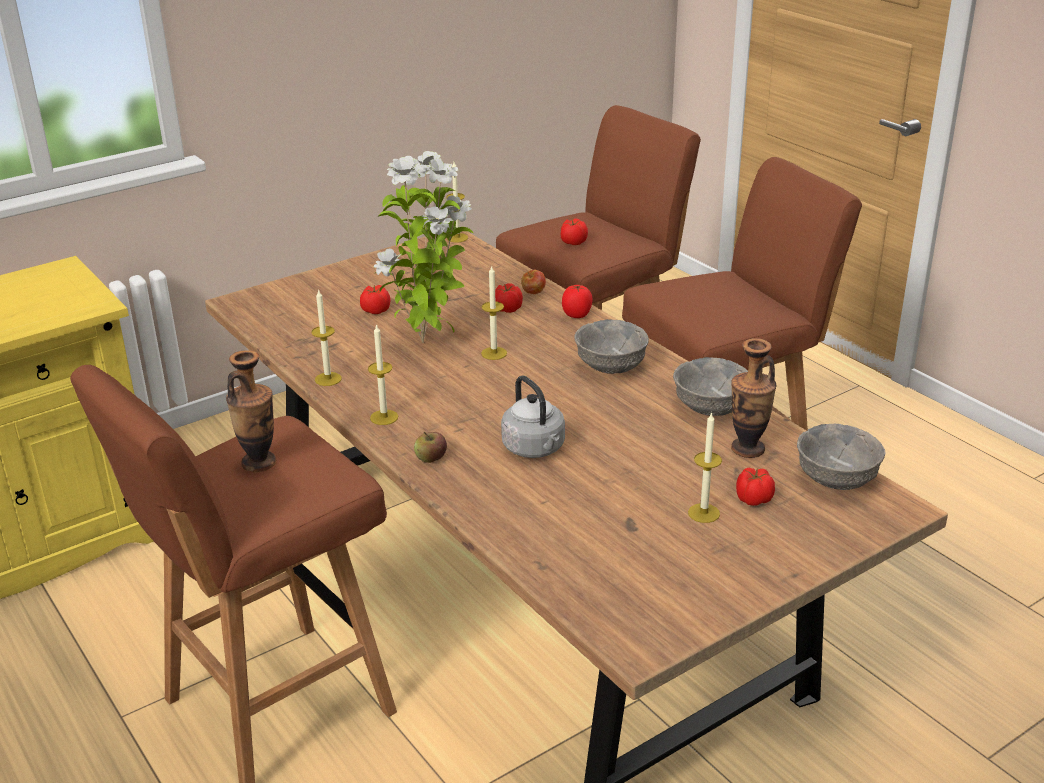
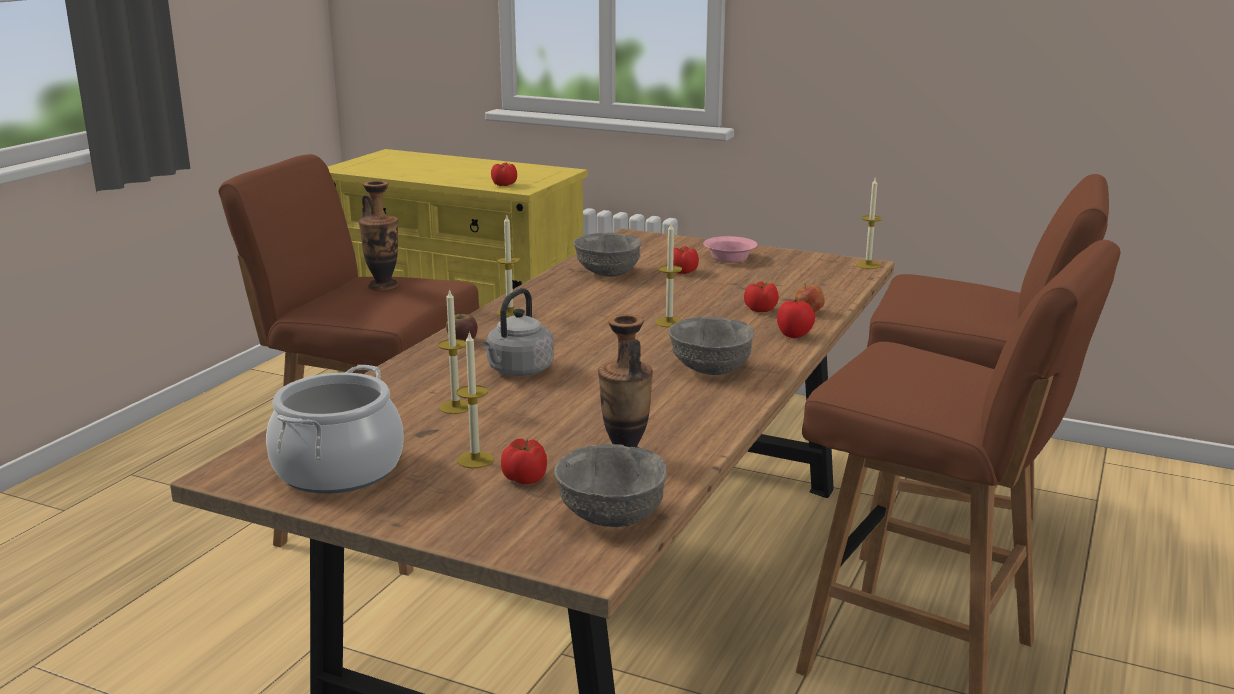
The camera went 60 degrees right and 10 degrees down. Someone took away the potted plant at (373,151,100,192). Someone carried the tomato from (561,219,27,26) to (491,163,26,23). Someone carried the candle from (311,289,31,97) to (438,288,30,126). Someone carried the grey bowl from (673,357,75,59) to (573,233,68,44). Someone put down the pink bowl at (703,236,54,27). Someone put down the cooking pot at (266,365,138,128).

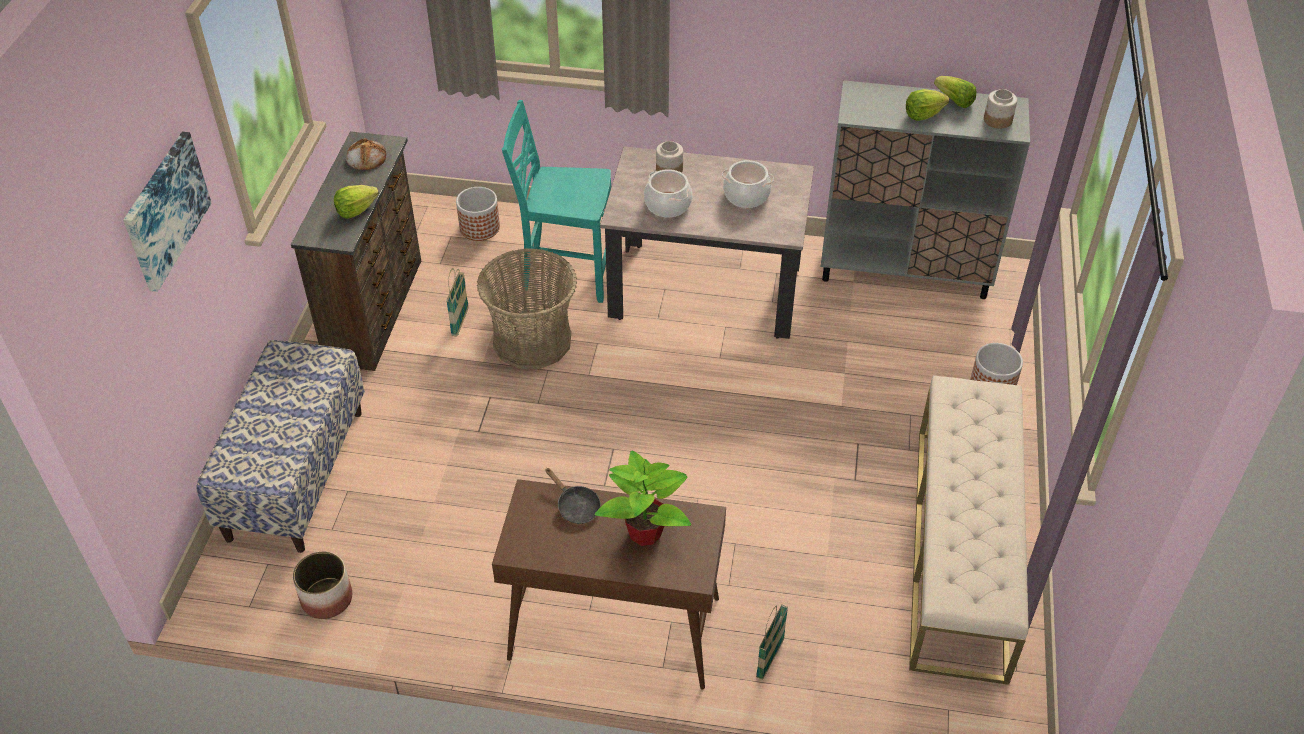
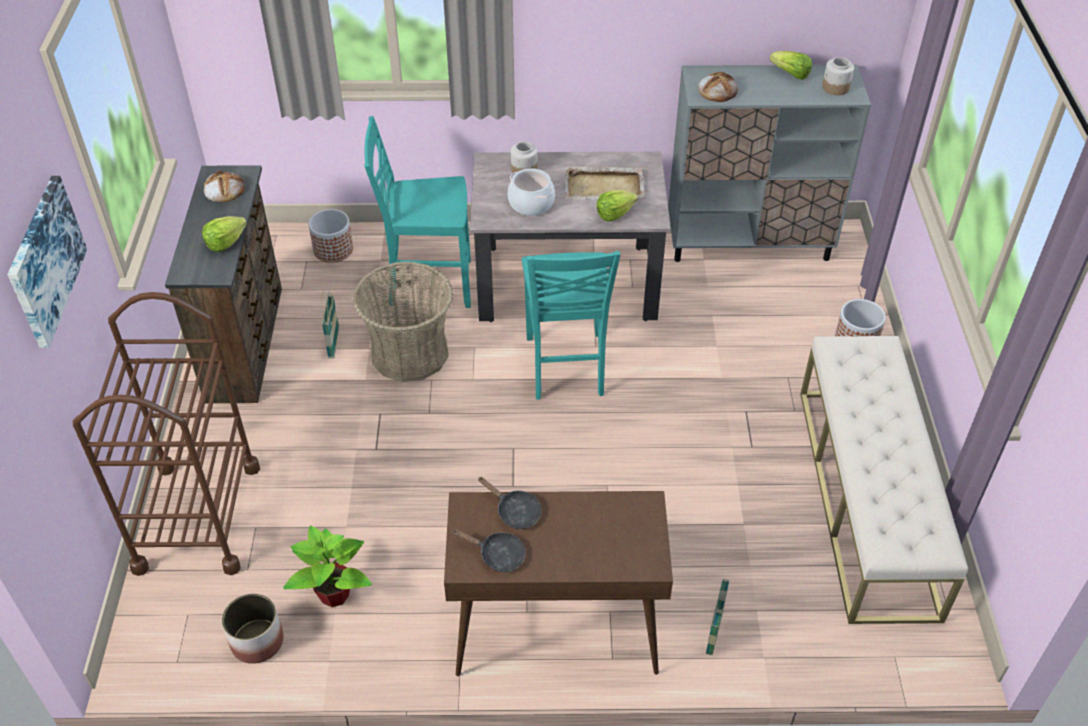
The camera went 10 degrees left and 0 degrees up. Someone carried the lettuce from (906,89,43,32) to (597,190,41,31). Someone swapped the cooking pot at (722,160,52,48) for the beige tray at (565,167,80,32). Someone swapped the bench at (196,340,169,213) for the brown cart at (73,292,187,284). Someone carried the potted plant from (595,450,96,96) to (283,526,89,81). Someone put down the bread at (698,72,40,30). Someone put down the turquoise chair at (522,251,99,149). Someone put down the black frying pan at (451,529,75,43).

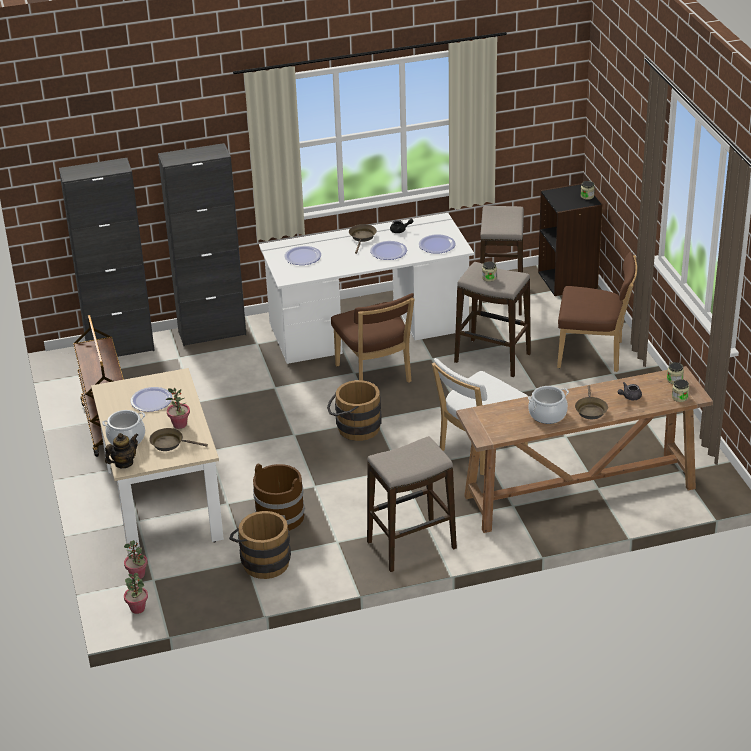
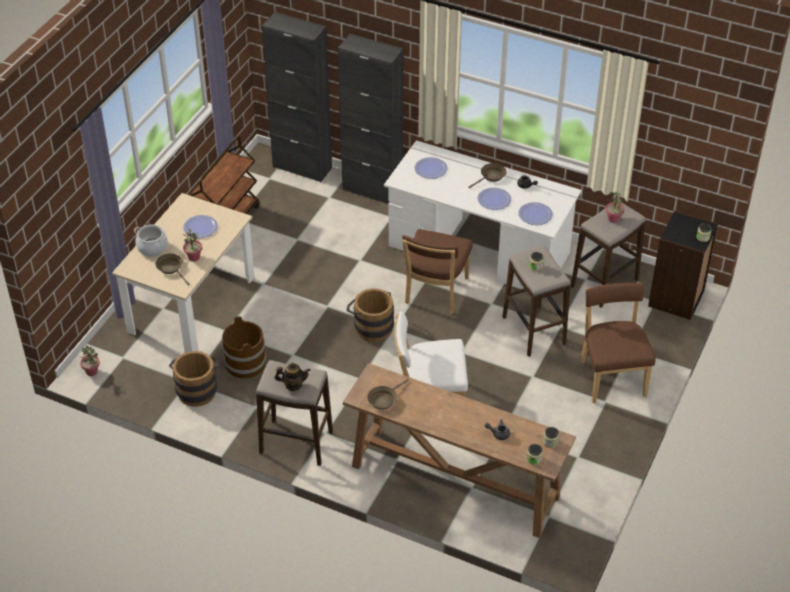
The camera went 40 degrees right and 10 degrees up. Someone rotated the brown chair at (557,252,80,120) by 150 degrees counterclockwise. Someone carried the brown frying pan from (575,385,33,34) to (367,379,42,31). Someone took away the cooking pot at (528,386,41,38). Someone carried the teapot from (105,433,33,35) to (275,363,35,28). Someone carried the potted plant from (124,540,24,39) to (605,192,19,31).

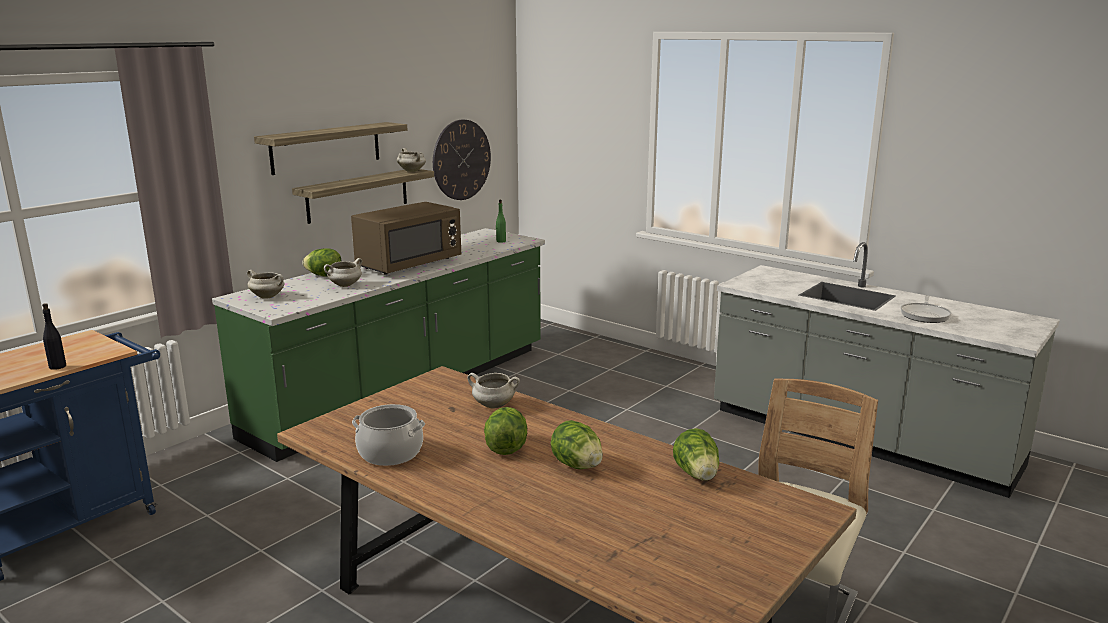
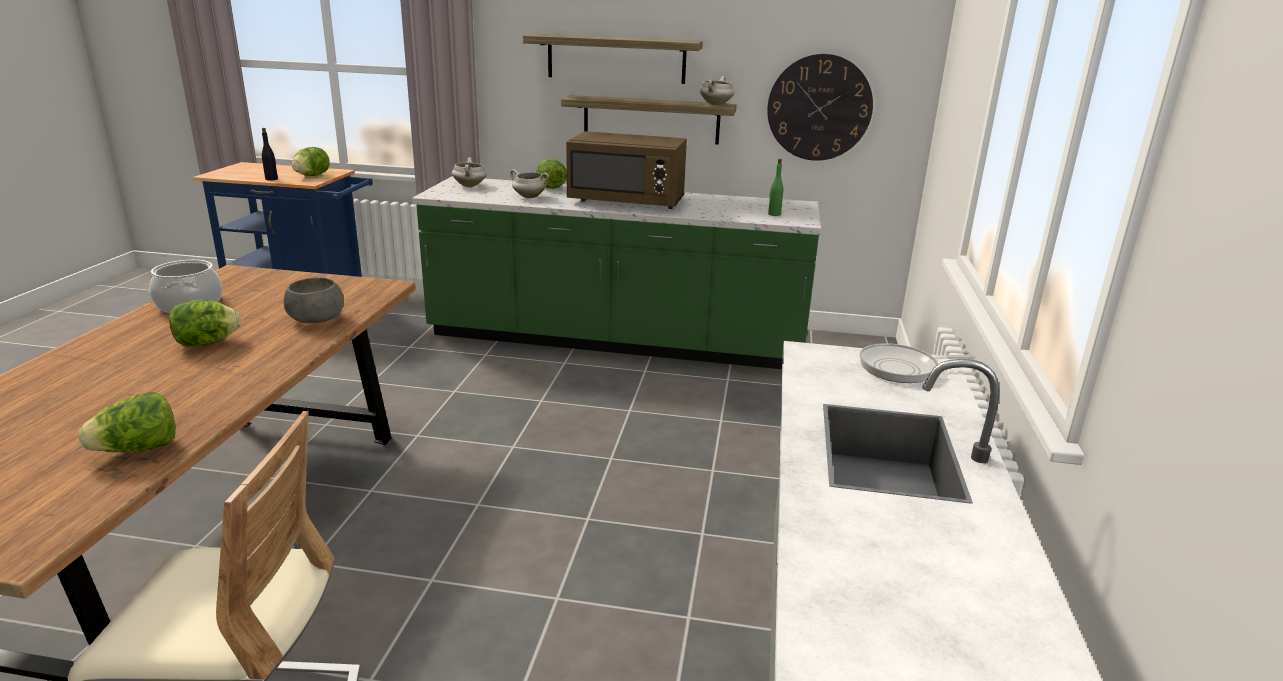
The camera went 60 degrees right and 5 degrees up. Someone carried the frying pan from (901,295,51,28) to (859,343,117,40). Someone swapped the white cooking pot at (468,373,52,36) for the grey bowl at (284,277,60,46). Someone carried the lettuce from (551,420,52,49) to (292,147,38,29).

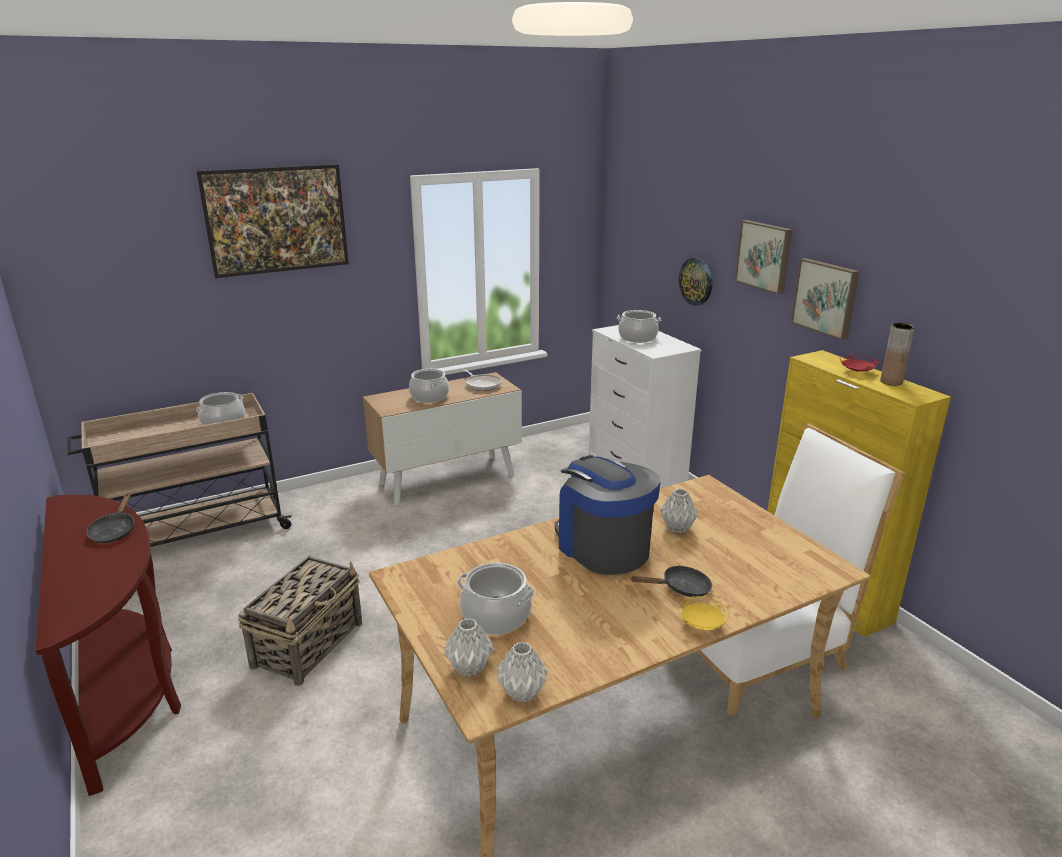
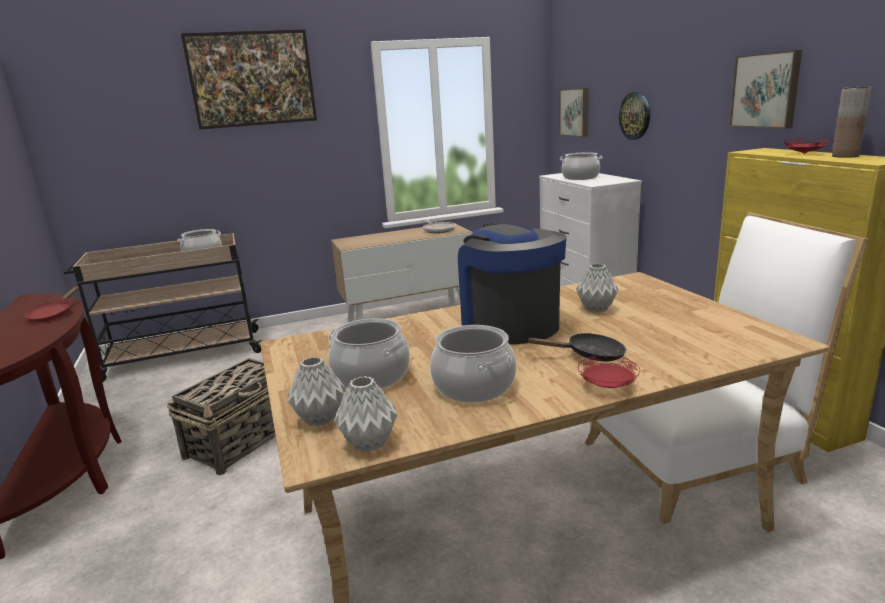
The camera went 10 degrees right and 5 degrees down. Someone carried the picture from (735,220,57,74) to (559,88,30,49). Someone carried the cooking pot from (409,369,40,34) to (430,325,86,77). Someone repainted the black frying pan at (87,493,47,50), which became the red frying pan at (25,286,54,36). Someone repainted the yellow plate at (678,596,51,34), which became the red plate at (578,355,62,33).

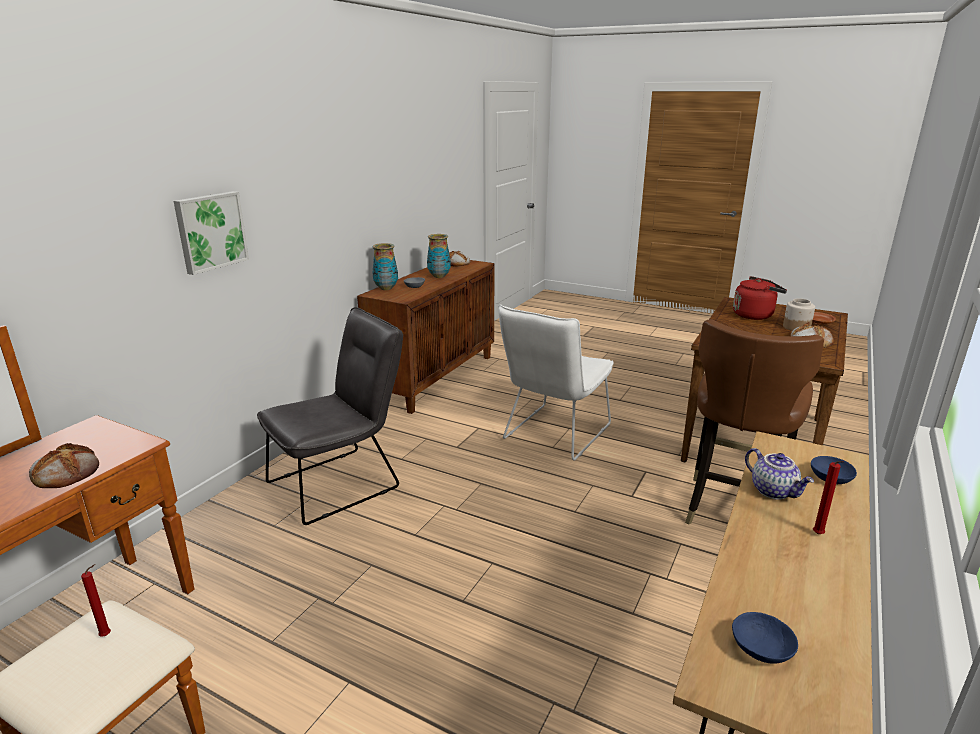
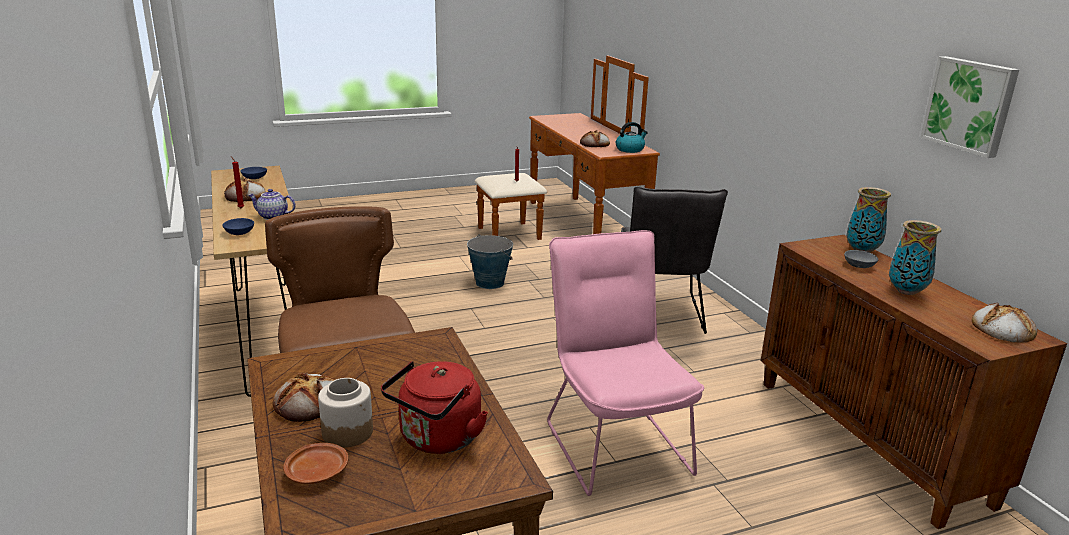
The camera went 130 degrees right and 0 degrees up. Someone carried the picture from (174,191,75,84) to (920,56,99,102). Someone repainted the white chair at (498,305,116,156), which became the pink chair at (547,230,157,266). Someone put down the kettle at (616,122,32,31). Someone put down the bread at (224,178,42,24). Someone put down the bucket at (467,235,46,54).

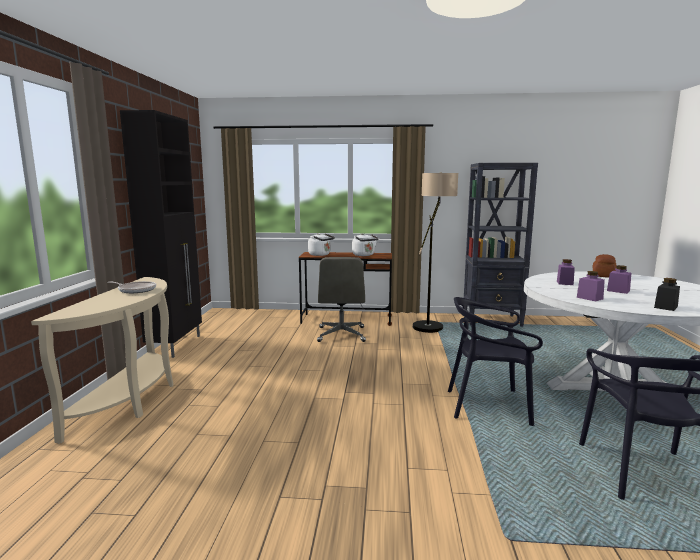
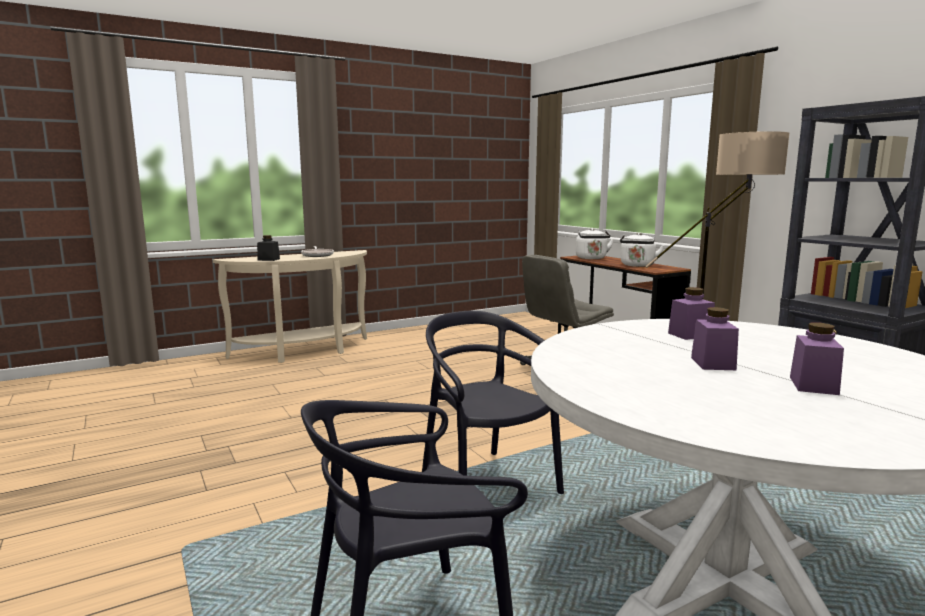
The camera went 55 degrees right and 0 degrees up. Someone took away the black cabinet at (120,110,82,248). Someone took away the bread at (593,254,24,23). Someone carried the purple jar from (577,271,28,30) to (790,322,54,73). Someone carried the black jar from (654,278,26,33) to (257,235,23,26).

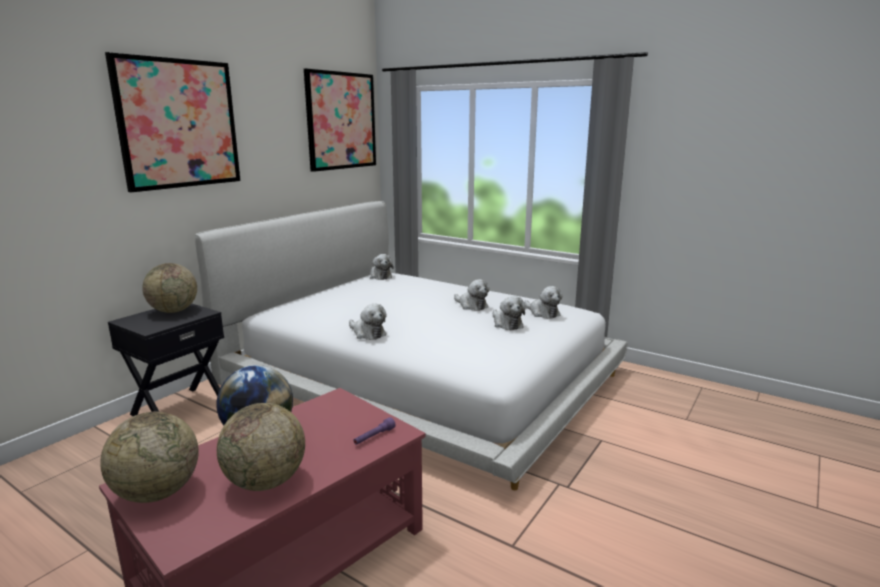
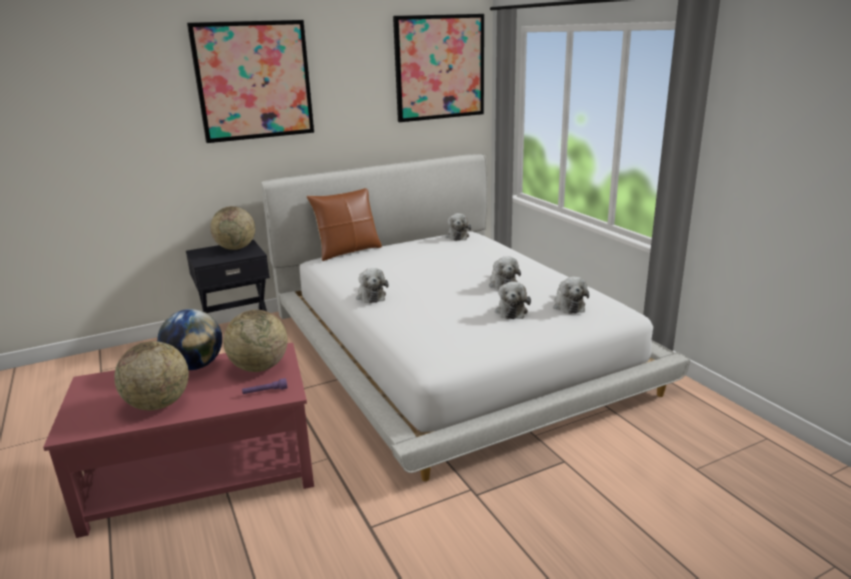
The camera went 30 degrees right and 5 degrees up. Someone carried the globe from (100,412,99,91) to (223,310,65,62). Someone put down the brown pillow at (306,188,76,73).

